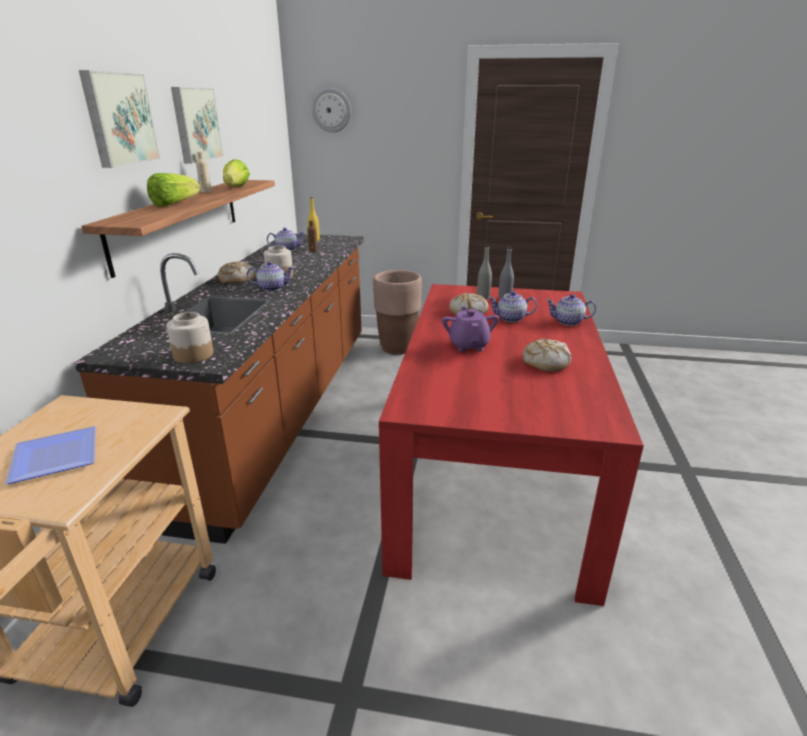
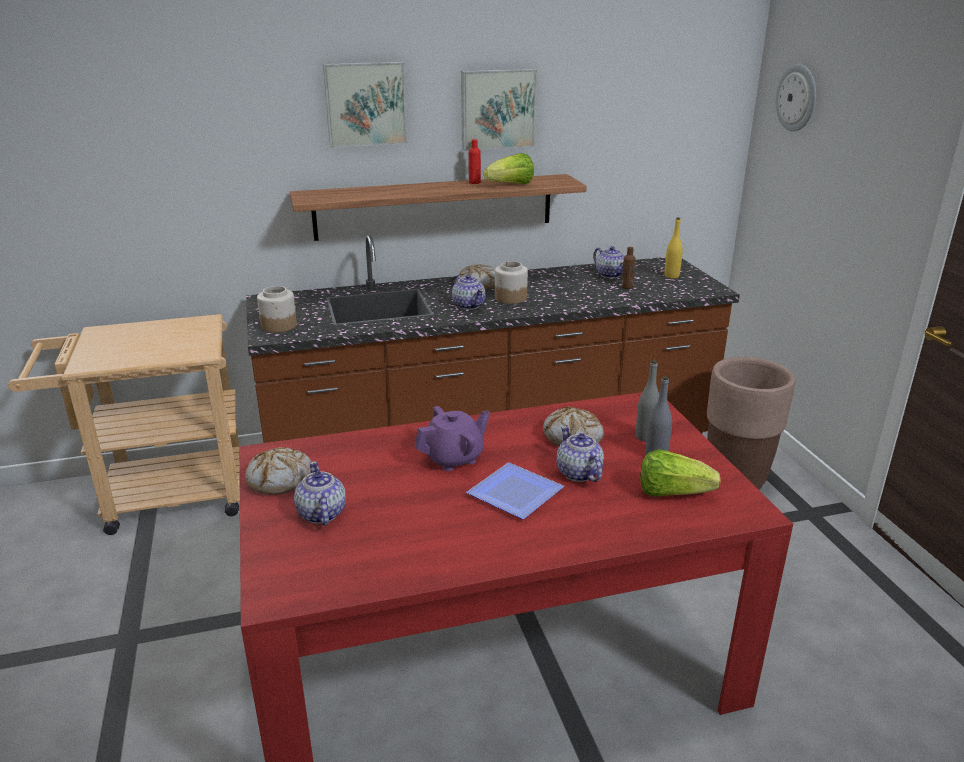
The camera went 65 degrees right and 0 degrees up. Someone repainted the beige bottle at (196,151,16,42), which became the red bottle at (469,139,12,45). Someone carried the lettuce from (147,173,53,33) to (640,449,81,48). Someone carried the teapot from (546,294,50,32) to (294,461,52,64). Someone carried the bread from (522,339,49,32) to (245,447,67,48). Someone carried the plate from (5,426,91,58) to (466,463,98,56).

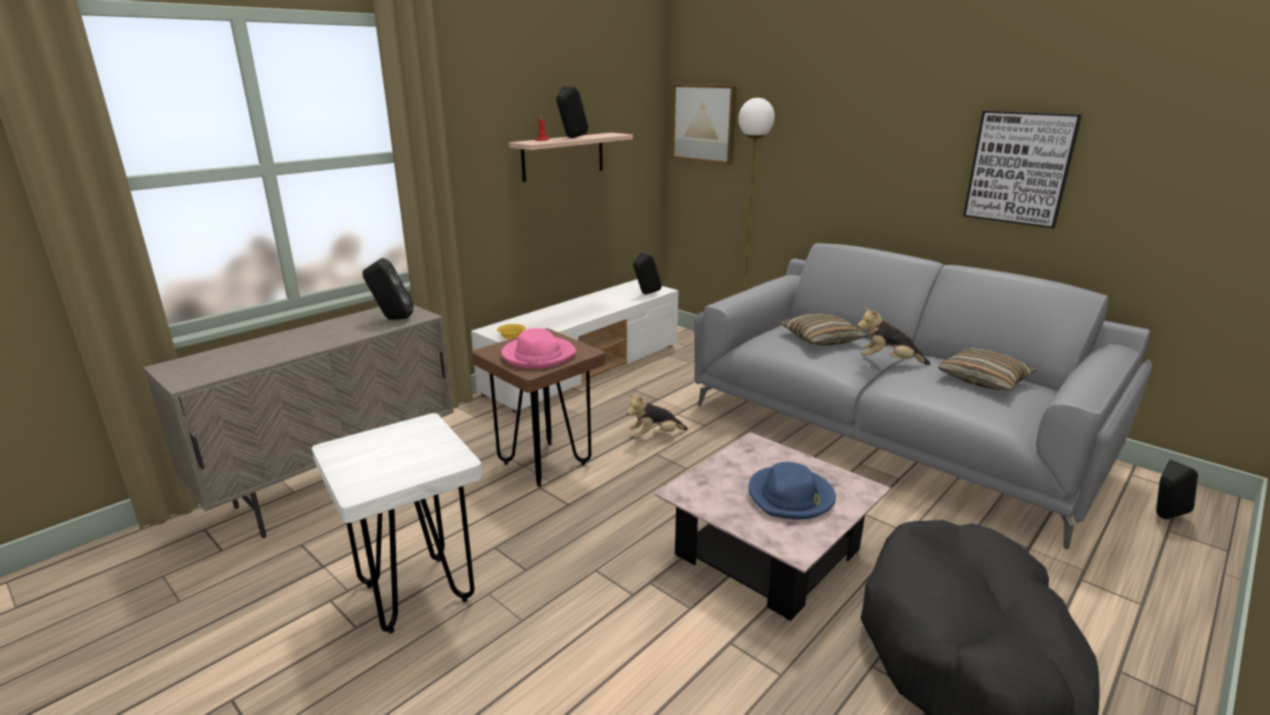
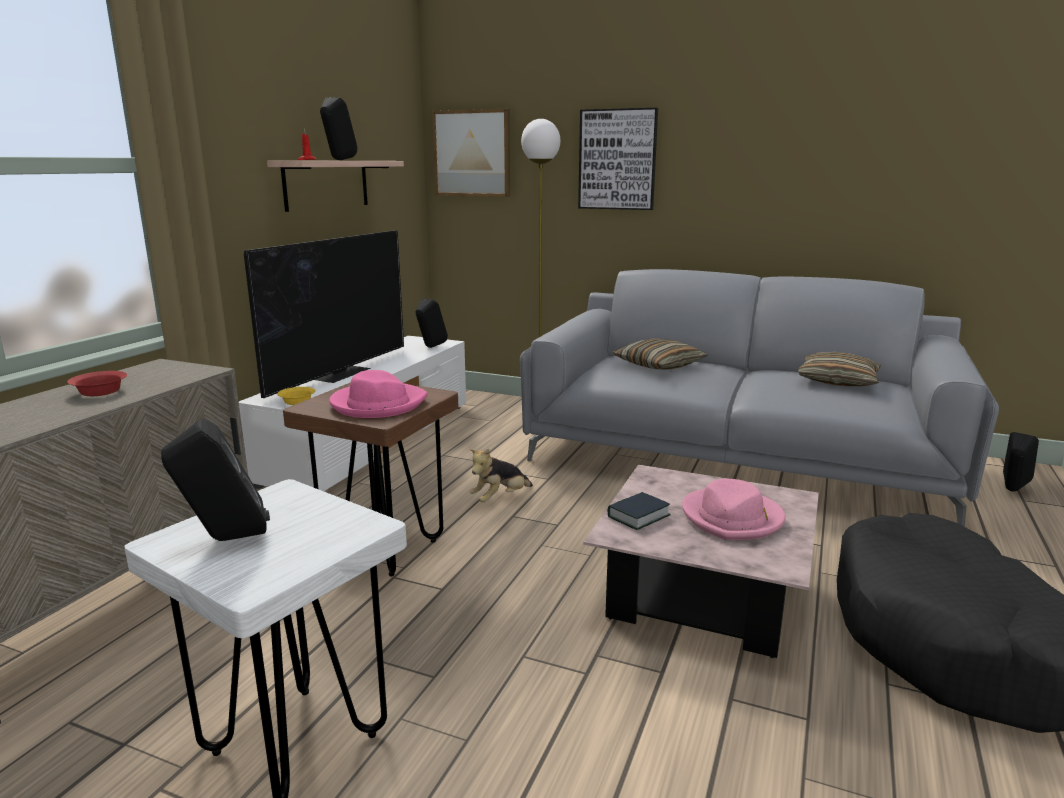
The camera went 20 degrees left and 5 degrees down. Someone carried the picture from (963,111,119,117) to (578,108,80,102). Someone carried the black speaker from (362,258,52,62) to (161,419,109,122). Someone took away the plush toy at (857,307,73,58). Someone repainted the blue hat at (748,462,88,58), which became the pink hat at (682,479,104,61). Someone put down the television at (244,230,160,168). Someone put down the red bowl at (67,371,60,25). Someone put down the book at (608,492,62,38).

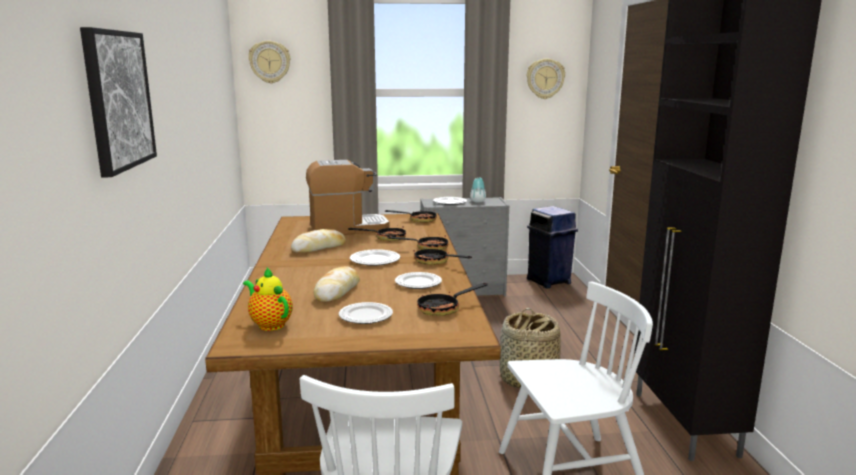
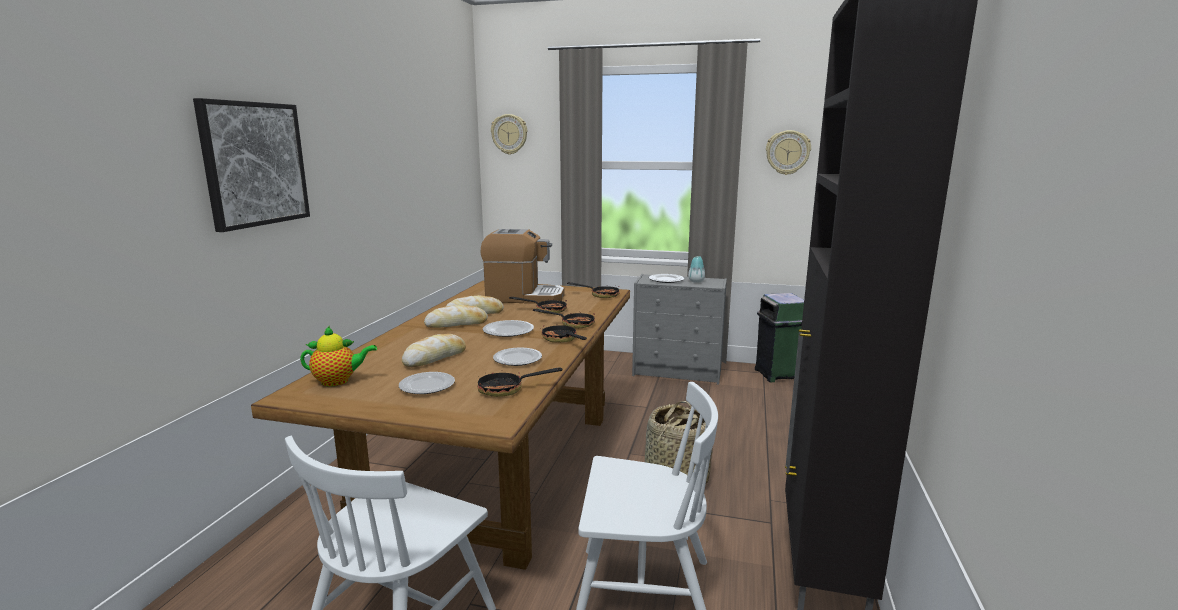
The camera went 20 degrees right and 0 degrees up. Someone repainted the blue trash can at (527,206,51,82), which became the green trash can at (755,293,49,89). Someone rotated the teapot at (243,267,50,64) by 105 degrees clockwise. Someone put down the bread at (424,305,64,23).

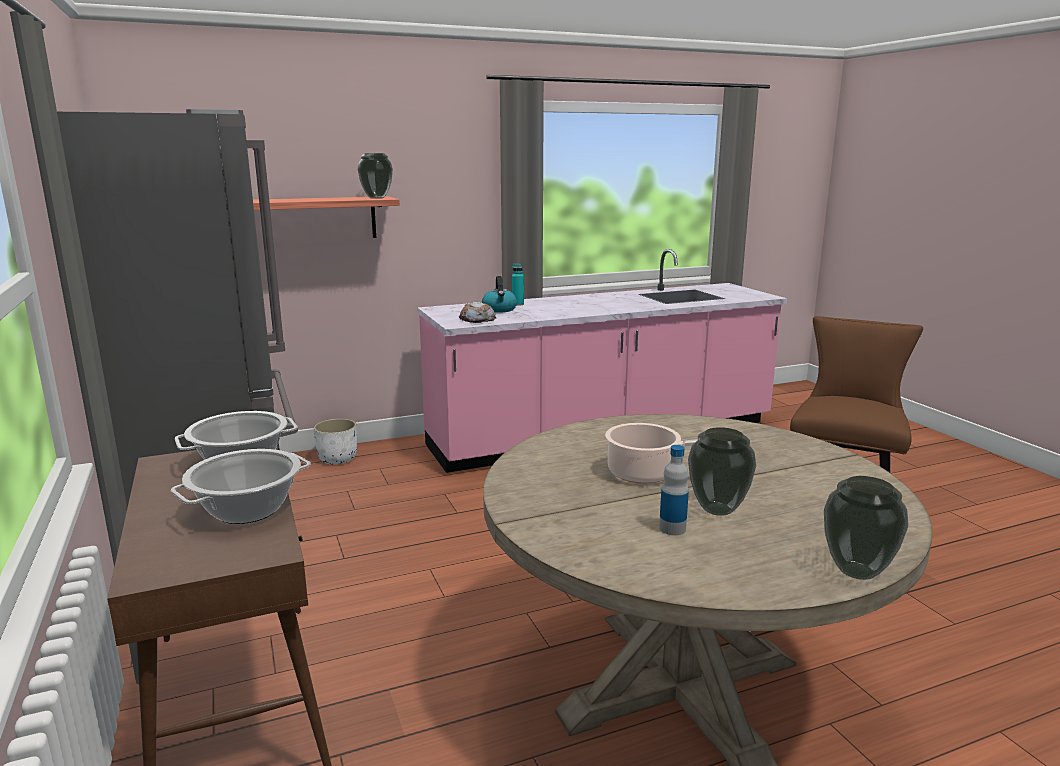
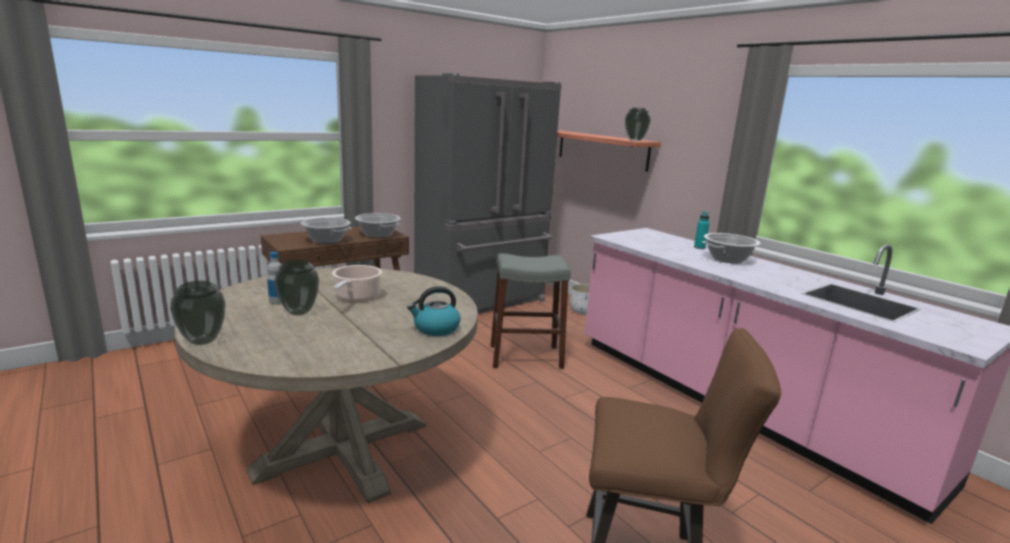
The camera went 75 degrees right and 0 degrees up. Someone carried the kettle from (482,276,35,37) to (407,286,54,50). Someone took away the bread at (459,301,37,22). Someone put down the cooking pot at (702,233,58,31). Someone put down the grey stool at (491,253,79,116).

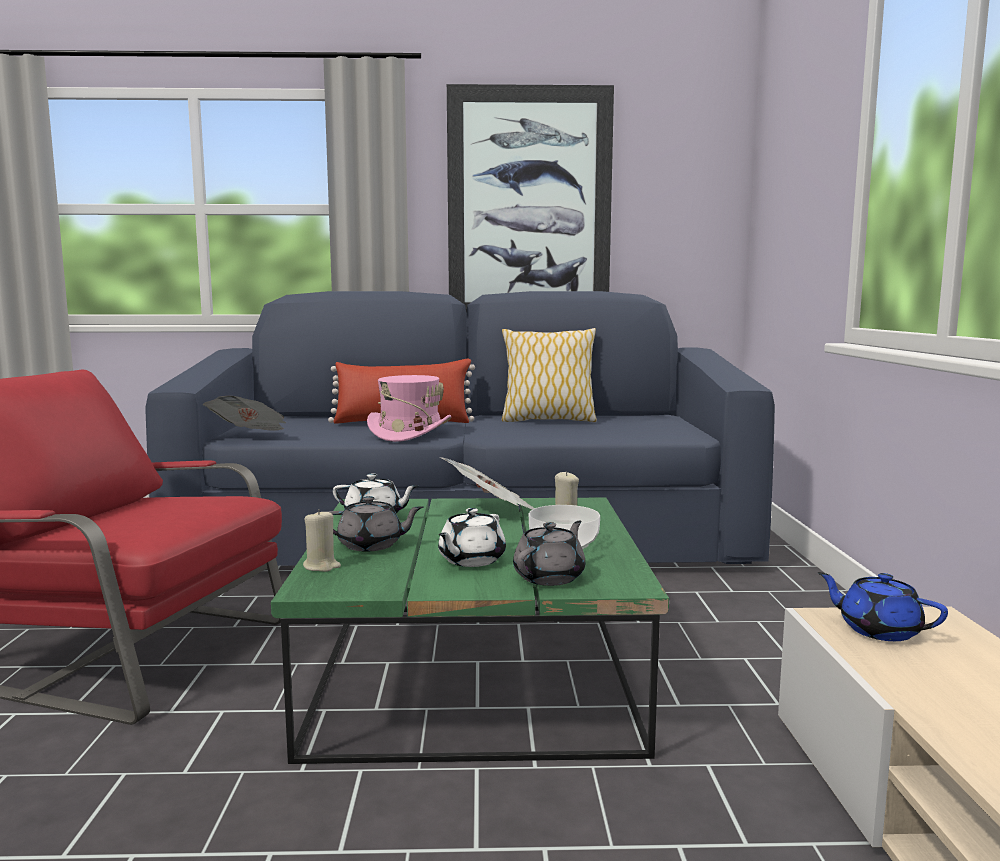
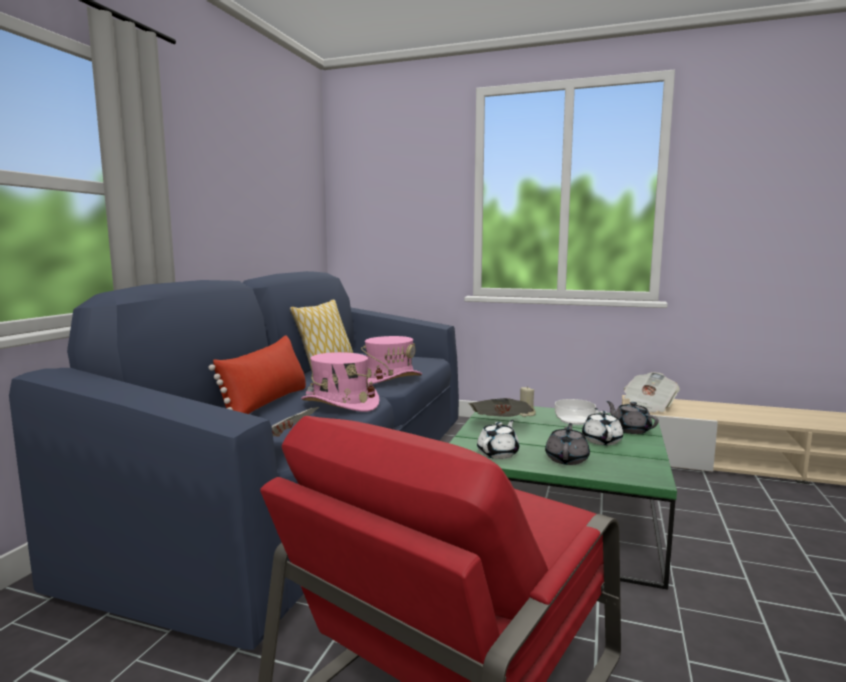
The camera went 70 degrees left and 0 degrees up. Someone took away the picture at (447,84,167,228). Someone rotated the white teapot at (438,508,68,59) by 135 degrees counterclockwise. Someone took away the beige candle at (303,509,38,63). Someone swapped the blue teapot at (818,572,130,69) for the newspaper at (624,372,56,41). Someone put down the pink hat at (361,336,61,48).

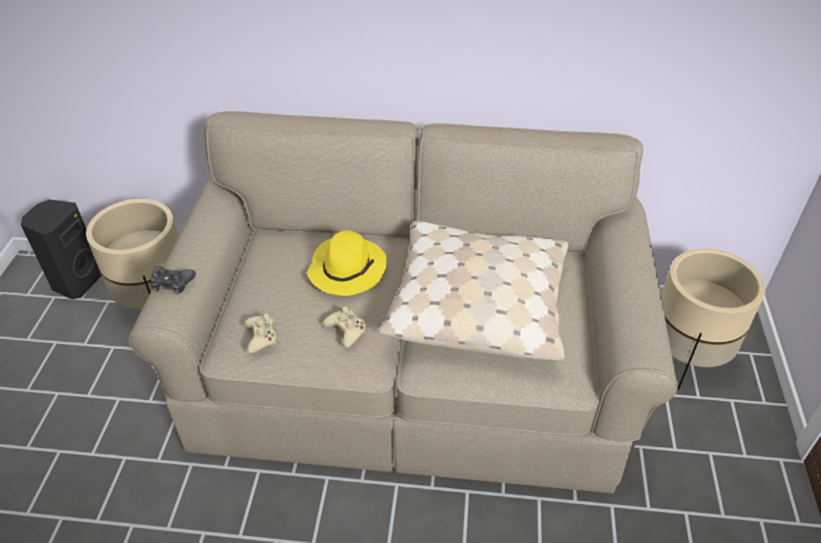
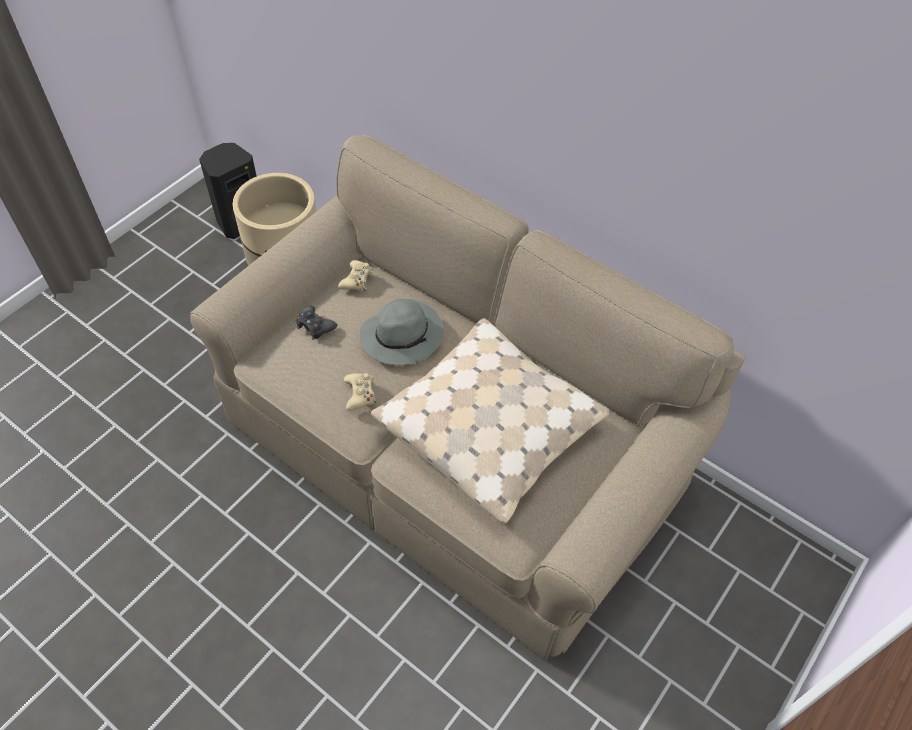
The camera went 30 degrees right and 10 degrees up. Someone repainted the yellow hat at (307,230,80,66), which became the grey hat at (360,299,84,66). Someone took away the beige planter at (661,248,104,142). Someone carried the black game controller from (150,266,46,29) to (296,305,41,35). Someone carried the beige game controller from (244,314,35,39) to (338,260,36,31).

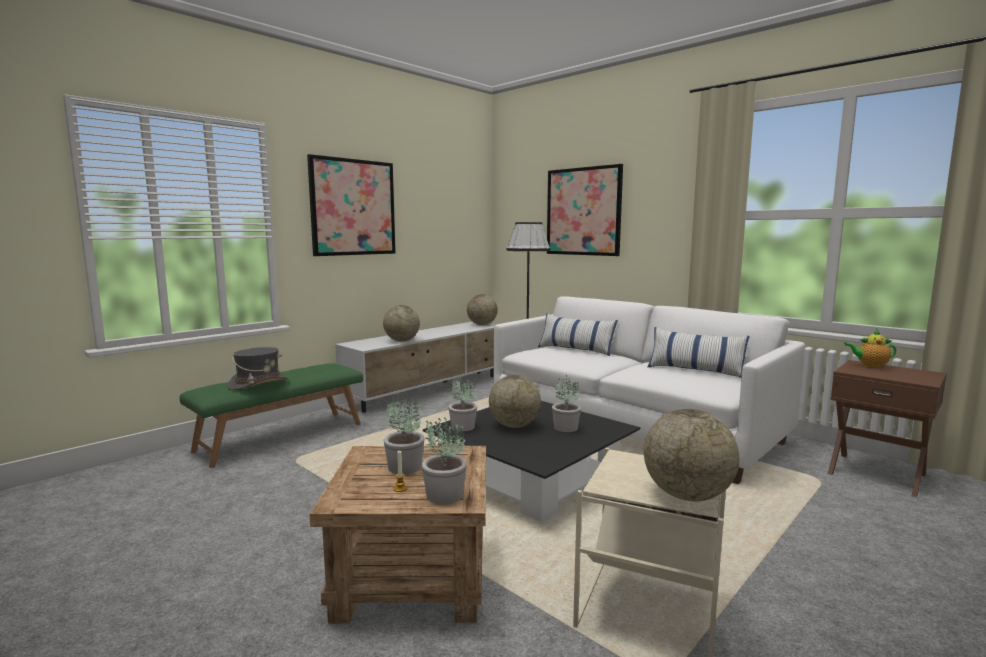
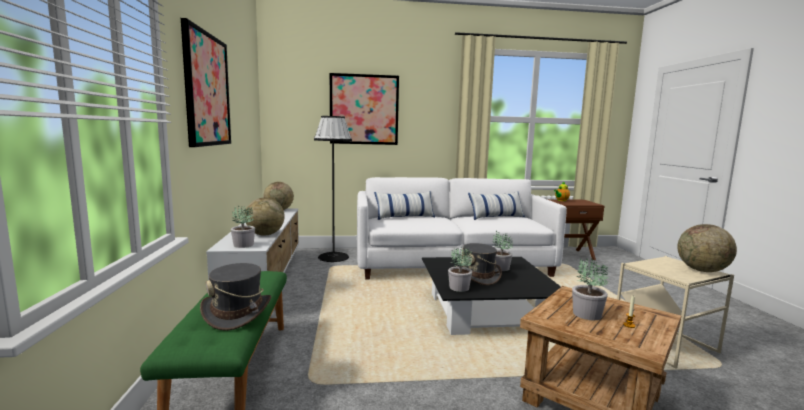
The camera went 50 degrees left and 0 degrees up. Someone swapped the globe at (489,375,52,53) for the grey hat at (456,243,46,42). Someone carried the potted plant from (422,417,45,87) to (231,206,24,42).

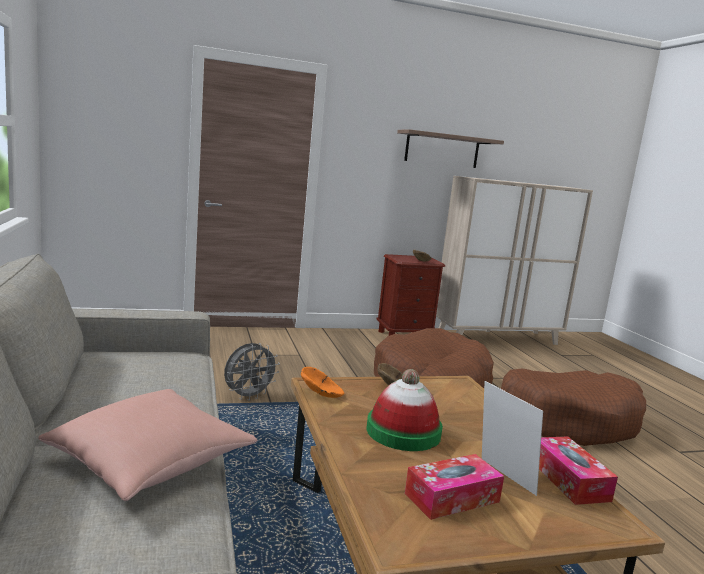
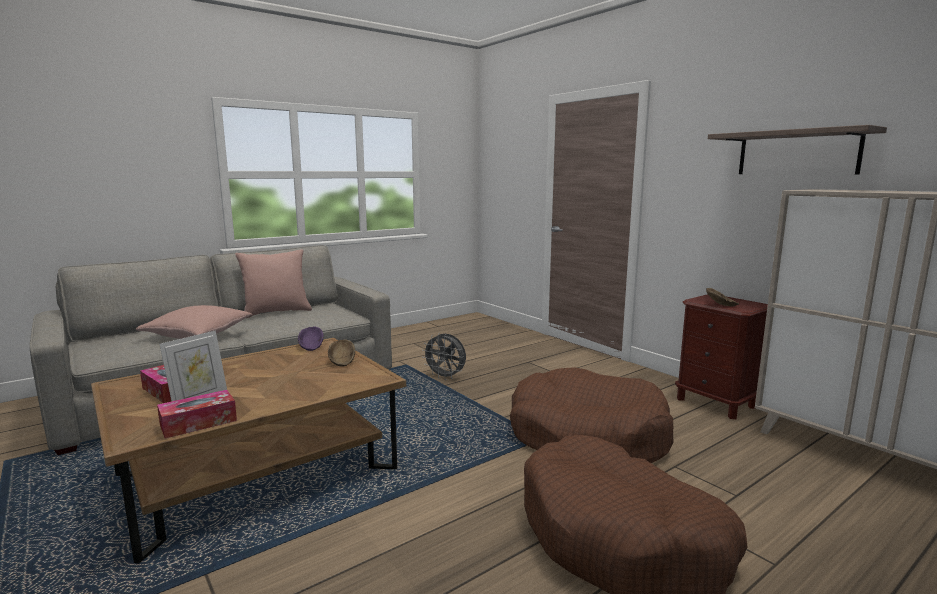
The camera went 70 degrees right and 0 degrees up. Someone repainted the orange bowl at (301,367,43,31), which became the purple bowl at (298,327,26,24). Someone took away the hat at (366,369,77,82). Someone put down the pink pillow at (235,249,77,69).

